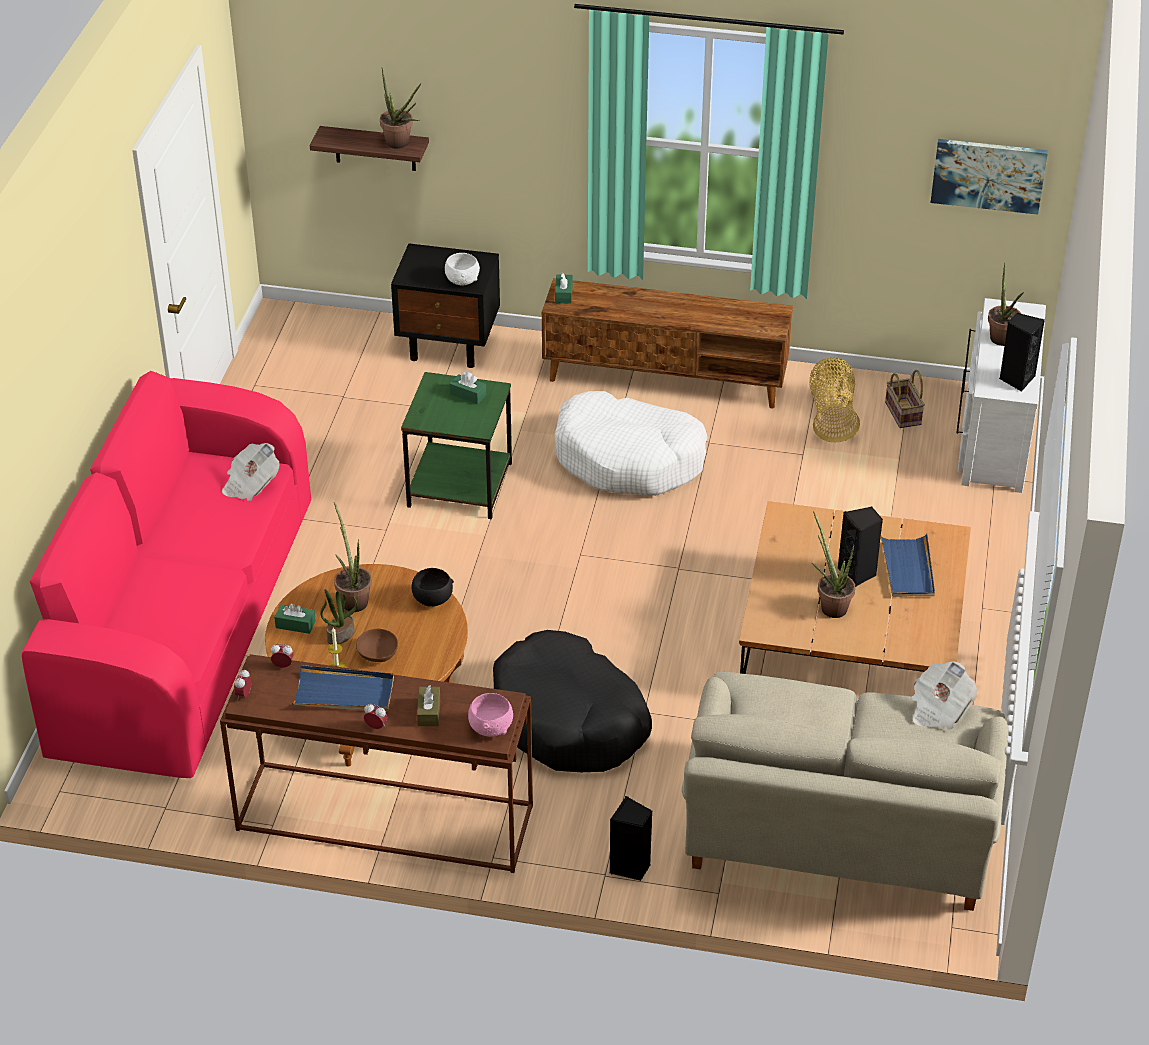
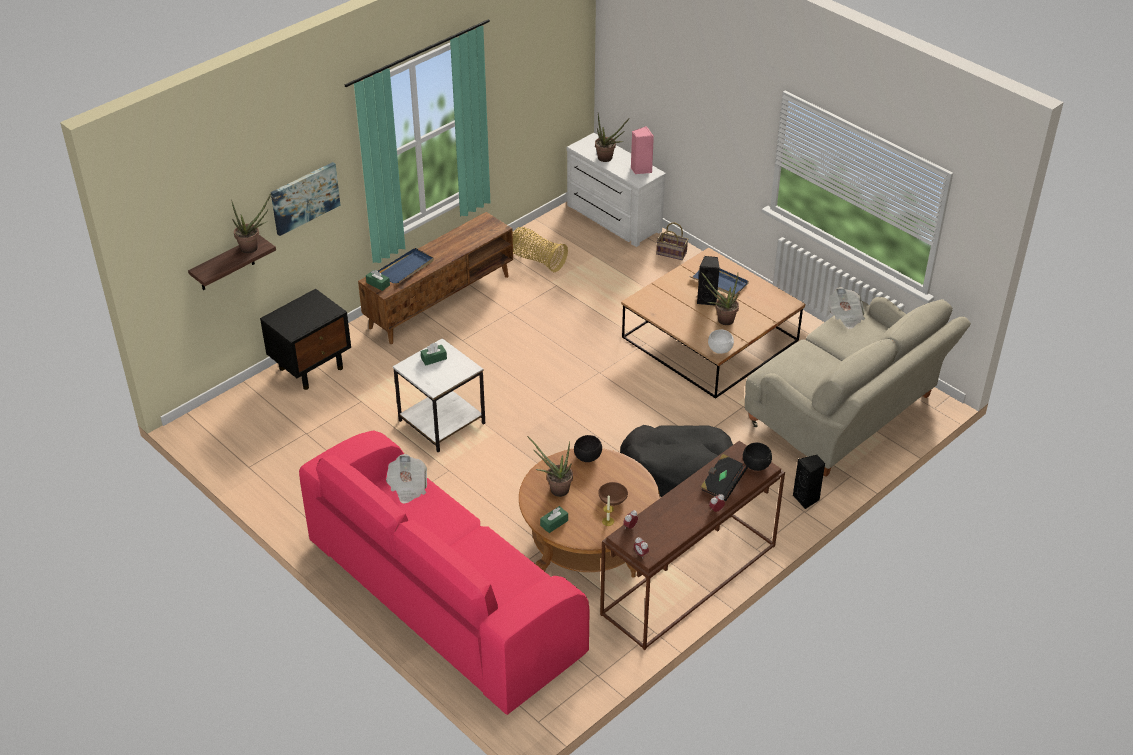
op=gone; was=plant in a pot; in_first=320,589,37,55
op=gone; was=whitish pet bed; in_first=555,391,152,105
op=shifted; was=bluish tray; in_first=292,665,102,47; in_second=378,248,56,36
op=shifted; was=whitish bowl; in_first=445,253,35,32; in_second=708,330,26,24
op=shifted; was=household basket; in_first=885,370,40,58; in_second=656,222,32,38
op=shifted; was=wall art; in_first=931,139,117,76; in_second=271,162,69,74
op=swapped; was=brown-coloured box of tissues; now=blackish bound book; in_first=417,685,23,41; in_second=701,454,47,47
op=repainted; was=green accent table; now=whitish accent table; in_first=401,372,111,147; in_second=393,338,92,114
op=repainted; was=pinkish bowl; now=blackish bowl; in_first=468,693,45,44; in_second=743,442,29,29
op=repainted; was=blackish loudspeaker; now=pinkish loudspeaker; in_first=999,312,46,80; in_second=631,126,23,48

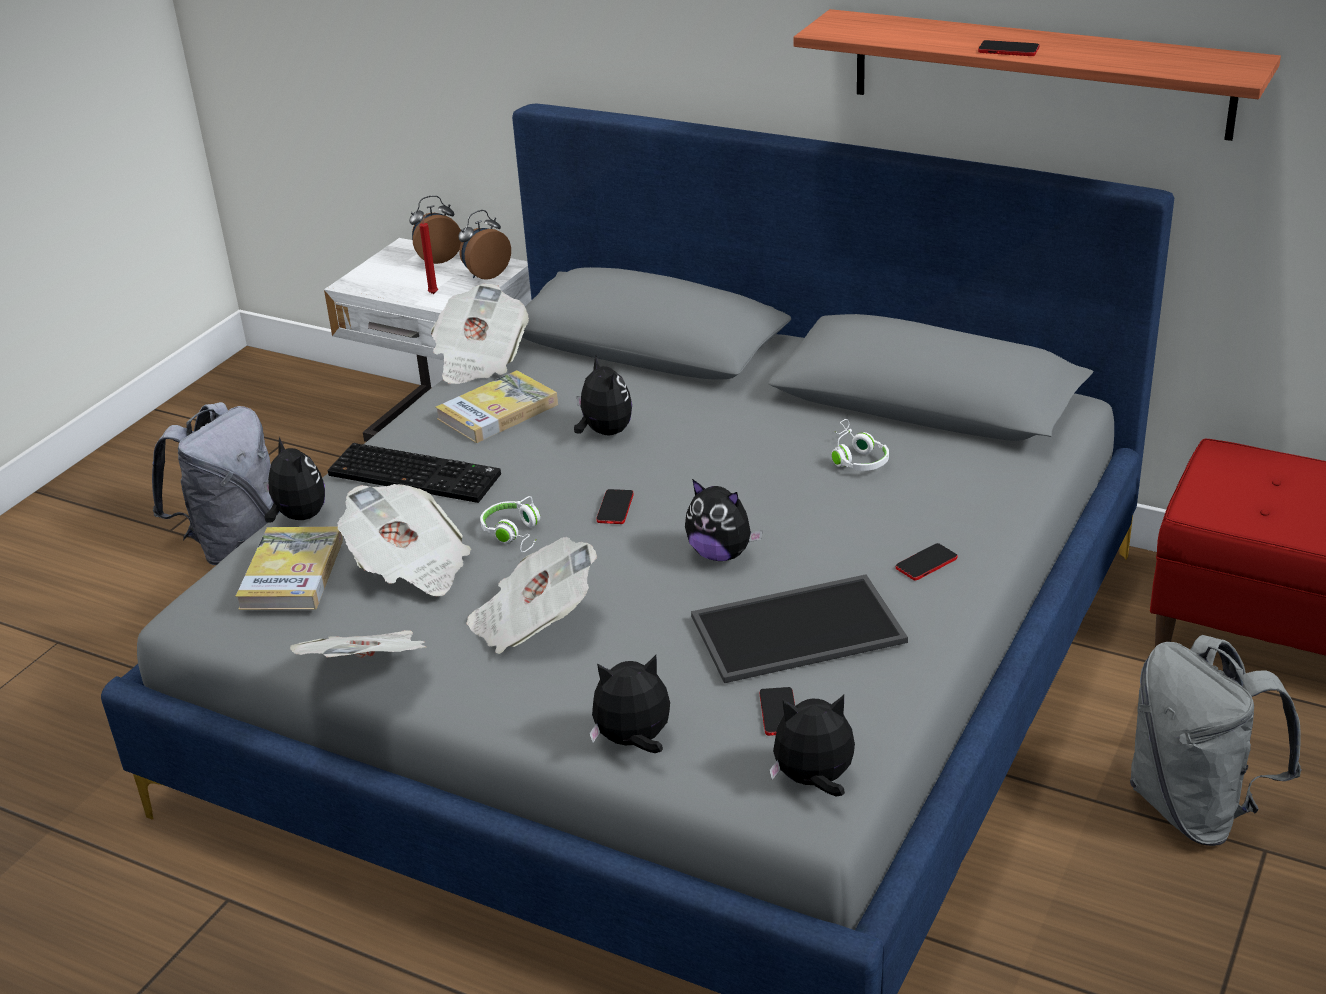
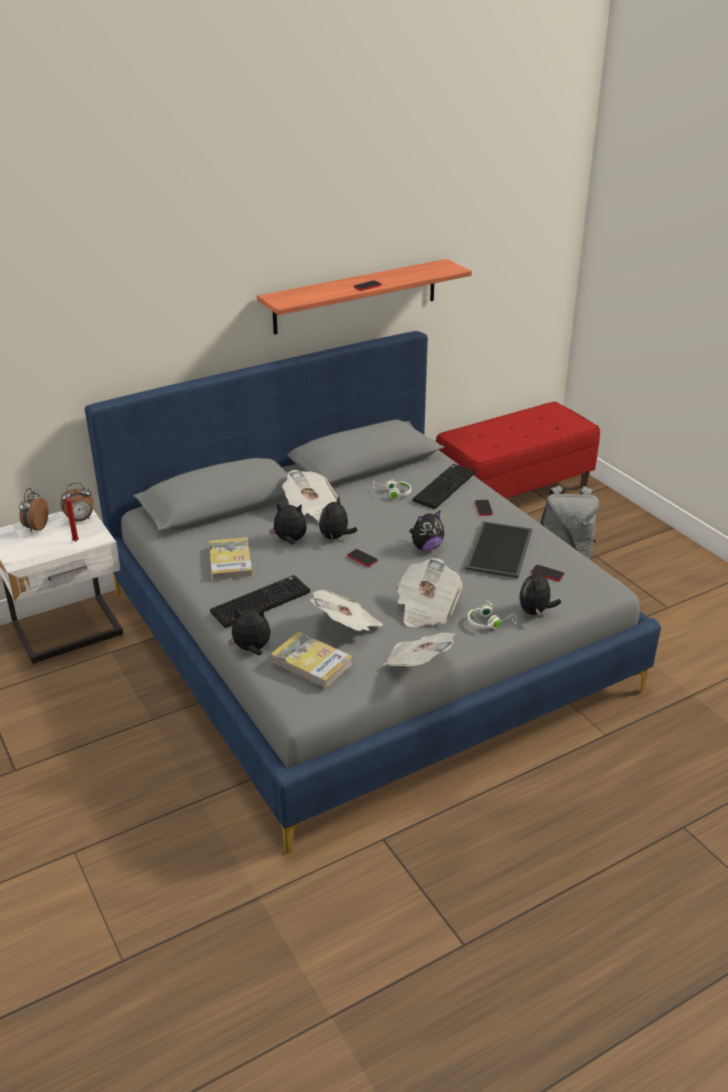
op=gone; was=gray backpack; in_first=152,402,128,163
op=new; now=PC keyboard; in_second=413,464,62,45
op=shifted; was=printed paper; in_first=431,284,98,100; in_second=282,470,56,52
op=shifted; was=whitish pair of headphones; in_first=480,496,60,56; in_second=468,600,49,29
op=shifted; was=plush toy; in_first=769,695,86,102; in_second=319,495,38,45
op=rotated; was=alarm clock; in_first=458,210,53,70; in_second=60,483,34,38; clockwise=-105

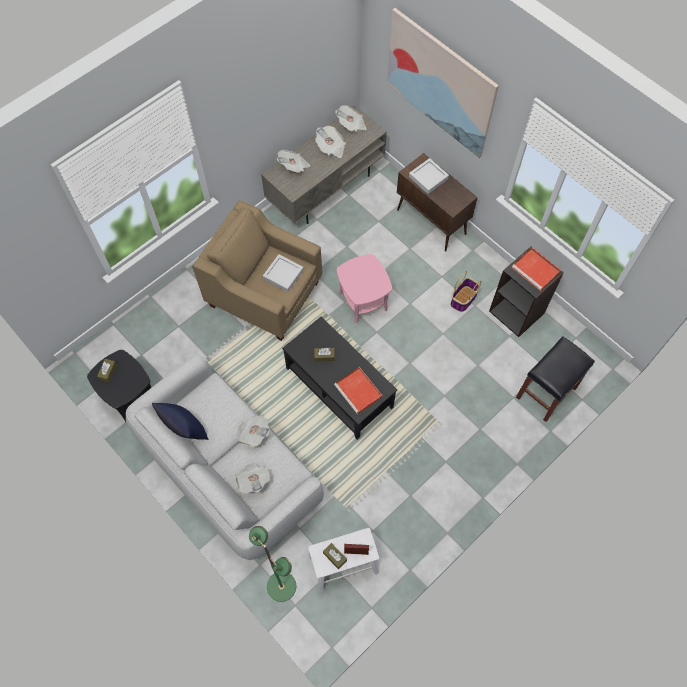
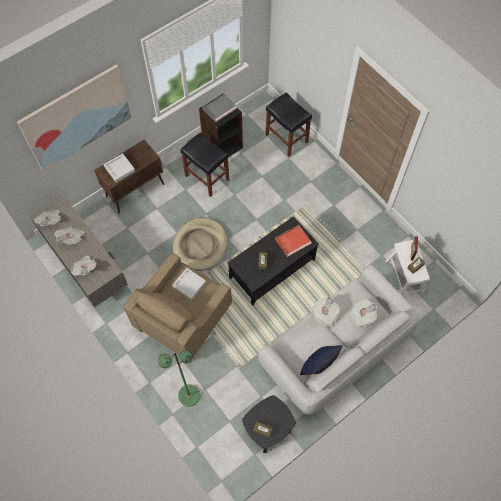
op=shifted; was=green floor lamp; in_first=249,526,47,76; in_second=158,350,42,57
op=swapped; was=pinkish accent table; now=sand-coloured pet bed; in_first=337,254,55,69; in_second=173,218,54,53
op=swapped; was=household basket; now=blackish stool; in_first=450,271,31,41; in_second=181,132,48,65
op=repainted; was=red-coloured tray; now=gray tray; in_first=512,247,49,44; in_second=202,93,35,30

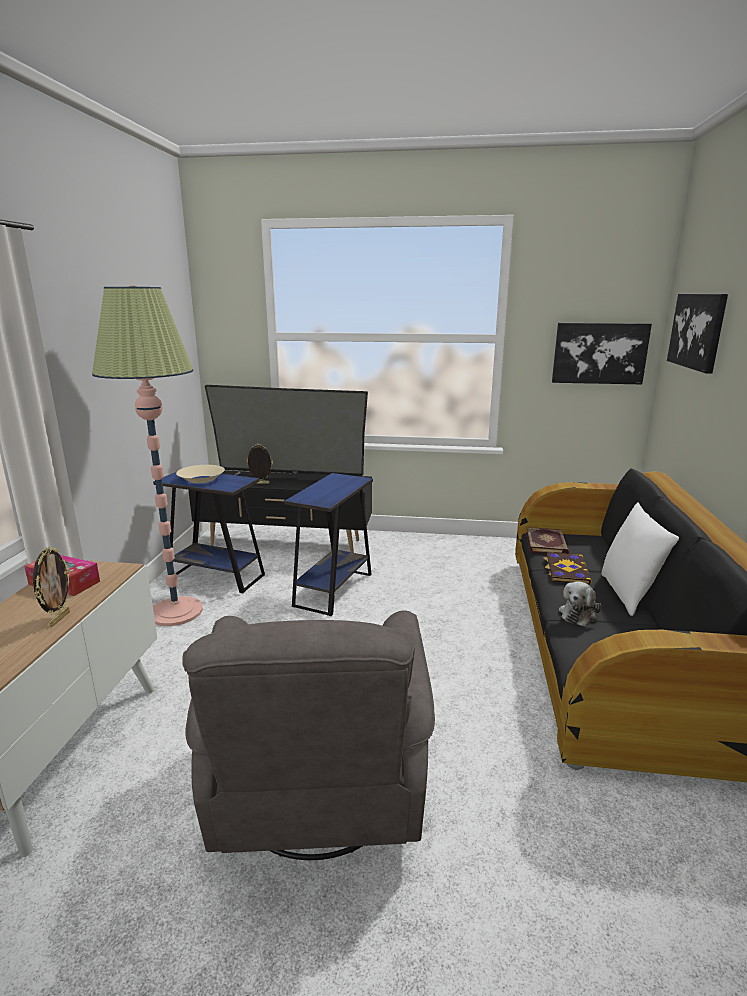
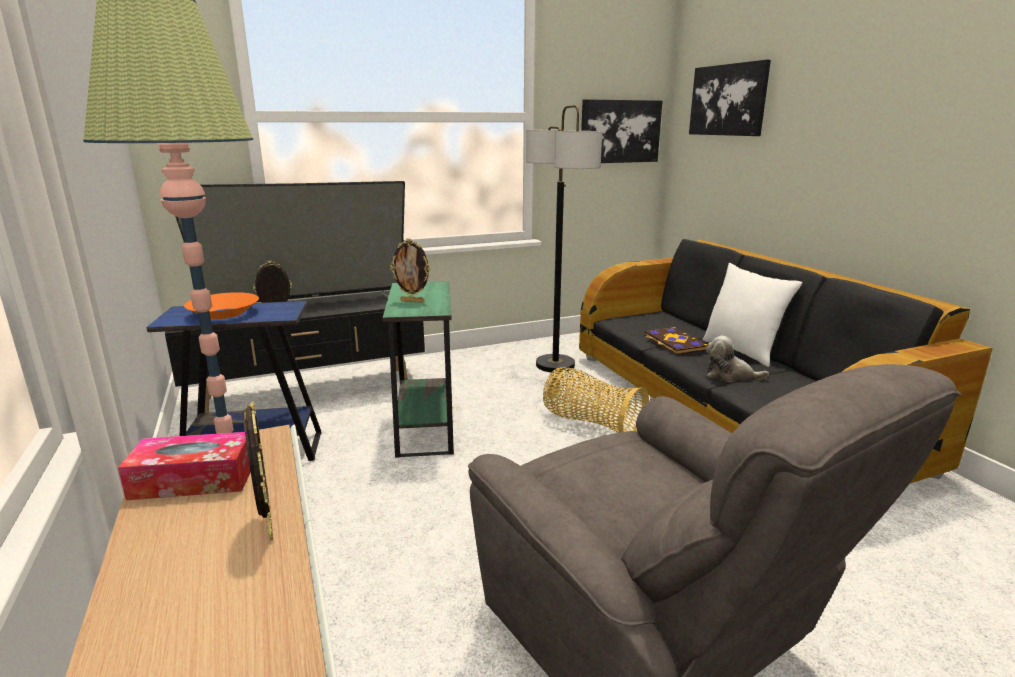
op=gone; was=bound book; in_first=526,527,43,27
op=new; now=standing frame; in_second=390,239,41,63
op=new; now=floor lamp; in_second=526,105,76,268
op=new; now=household basket; in_second=543,367,106,66
op=repainted; was=sand-coloured bowl; now=orange bowl; in_first=176,465,49,18; in_second=184,292,75,27
op=repainted; was=bluish accent table; now=green accent table; in_first=284,473,89,143; in_second=383,282,71,176
op=rotated; was=plush toy; in_first=559,581,42,46; in_second=706,335,63,47; clockwise=105

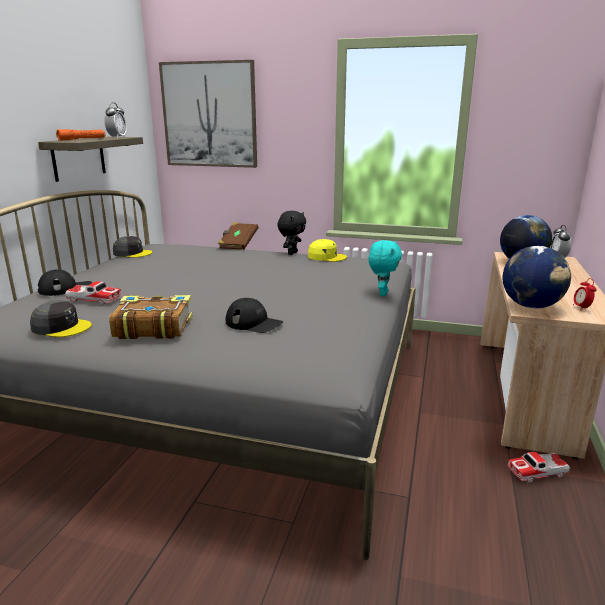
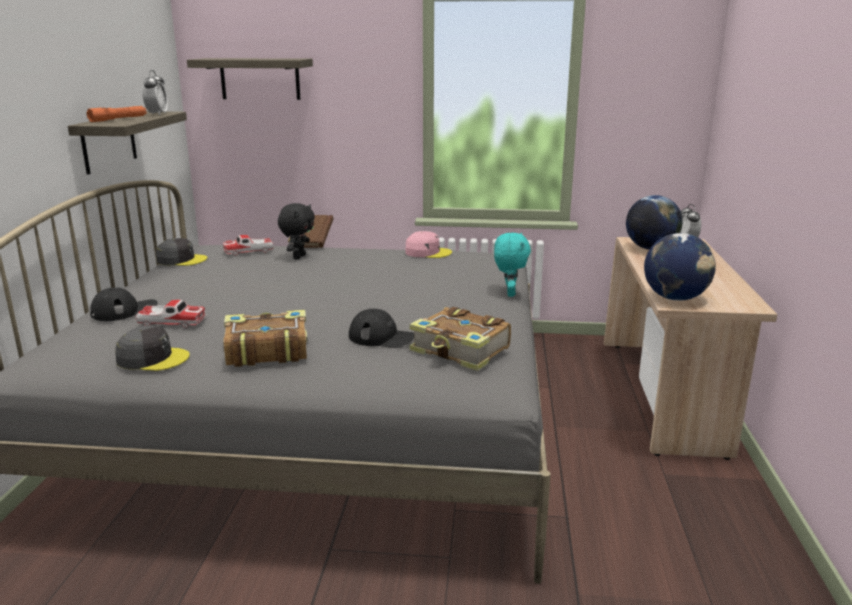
op=gone; was=alarm clock; in_first=573,278,23,33
op=new; now=bound book; in_second=409,307,102,64
op=shifted; was=blackish plush toy; in_first=277,211,29,44; in_second=278,203,37,56
op=shifted; was=model car; in_first=508,452,62,31; in_second=223,235,51,21
op=swapped; was=wall art; now=shelf; in_first=159,60,98,108; in_second=187,58,126,42
op=repainted; was=yellow-coloured baseball cap; now=pinkish baseball cap; in_first=308,239,39,23; in_second=405,231,47,27

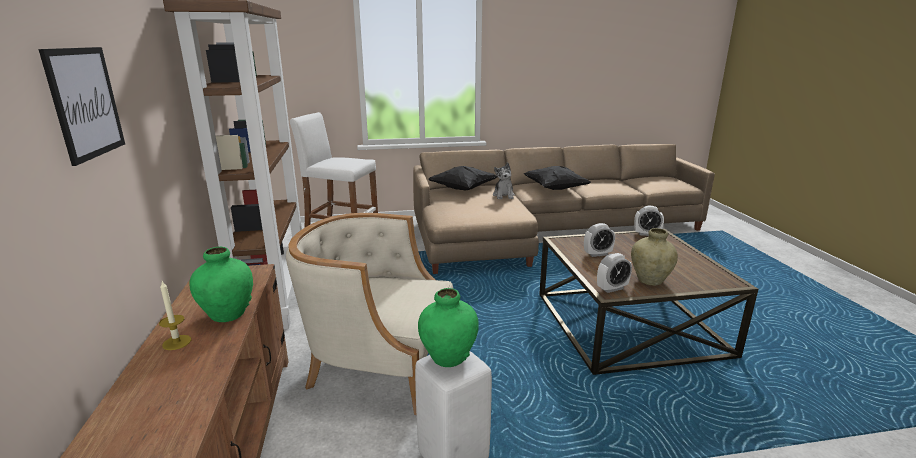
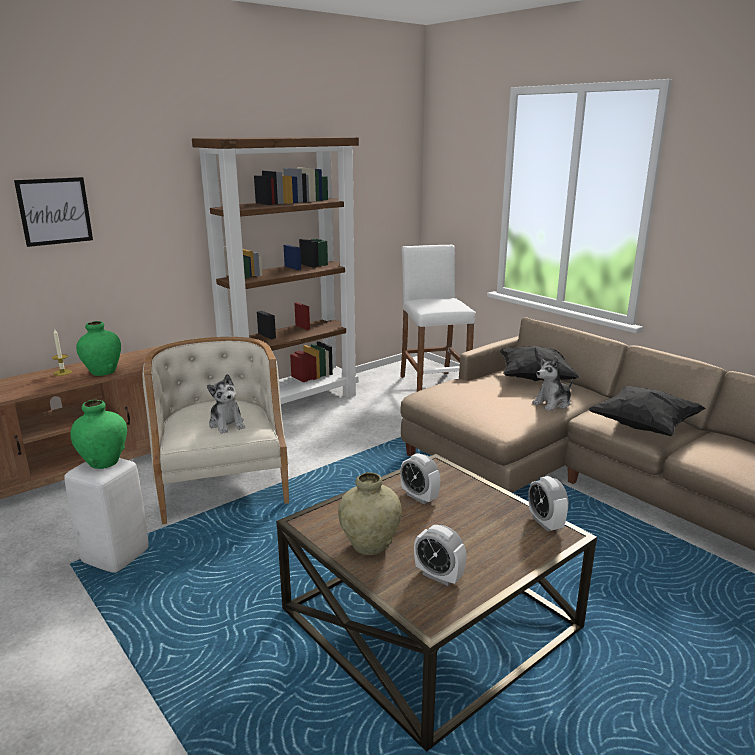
op=new; now=plush toy; in_second=207,374,38,60
op=shifted; was=alarm clock; in_first=597,253,35,40; in_second=414,525,52,61

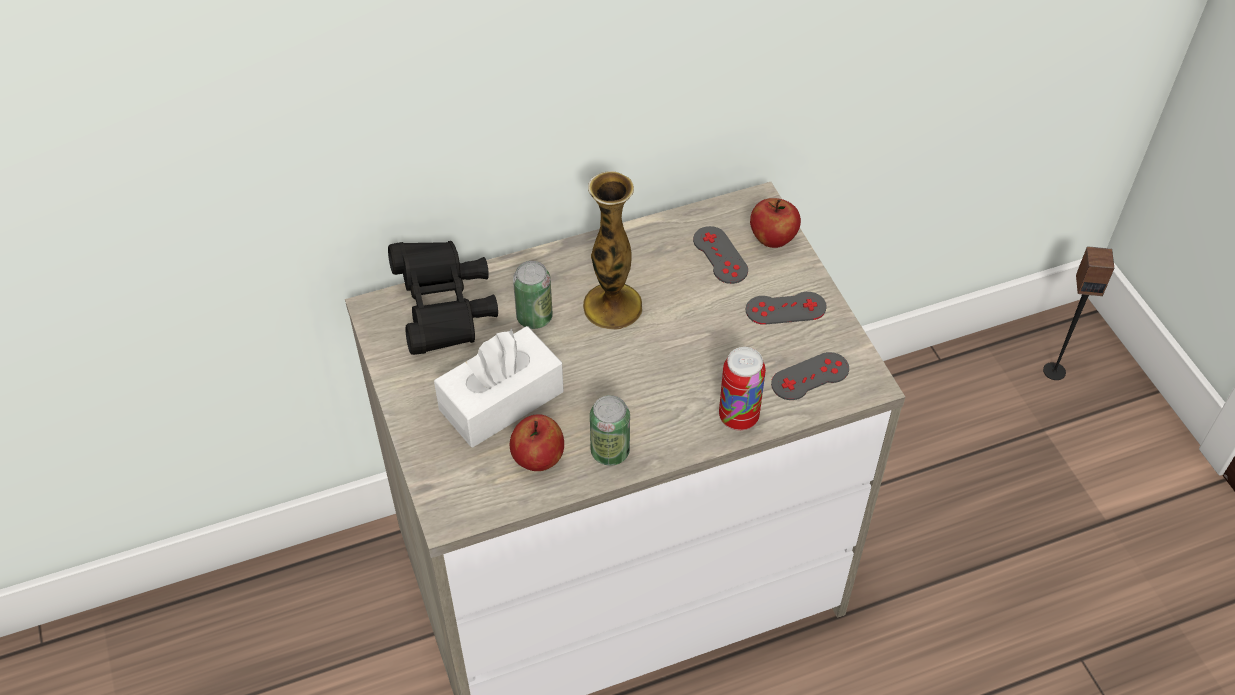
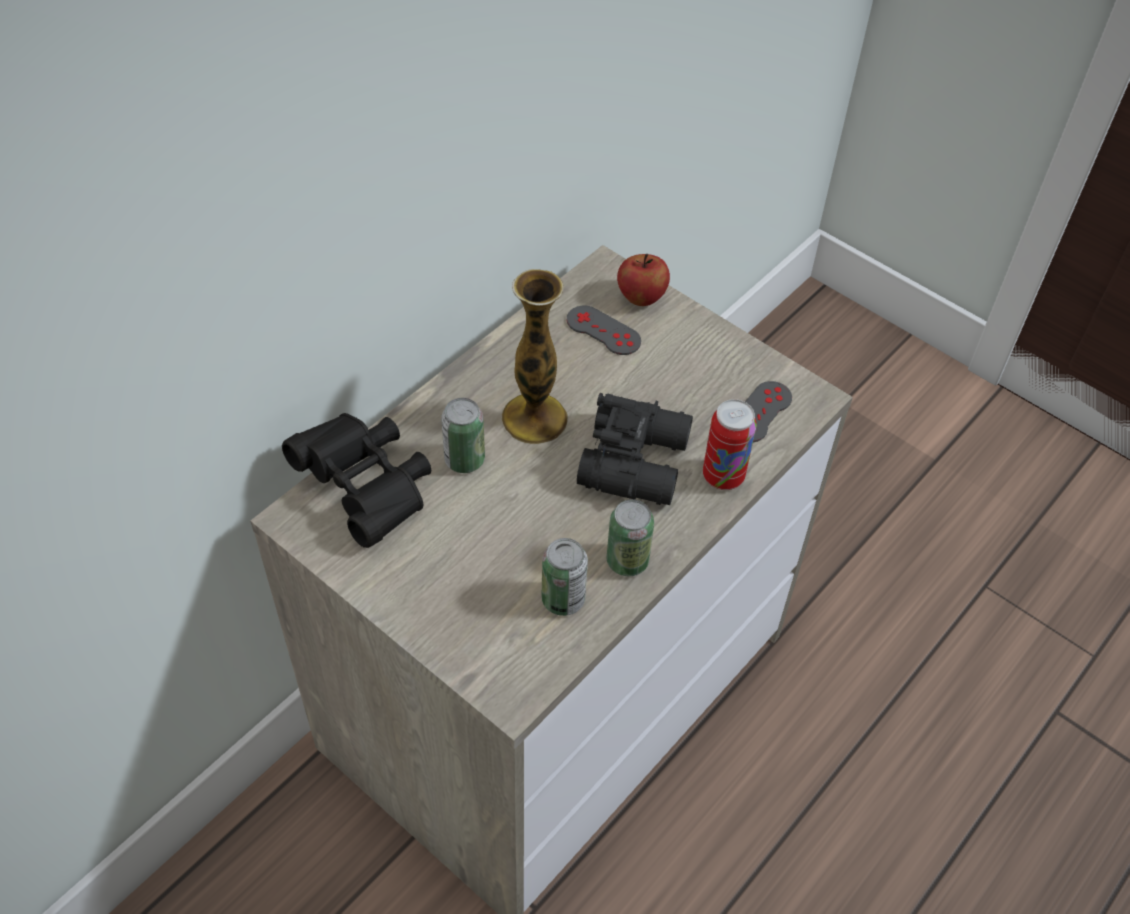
op=gone; was=whitish box of tissues; in_first=434,326,130,121
op=gone; was=gray joypad; in_first=746,292,81,33
op=gone; was=loudspeaker; in_first=1043,246,71,134
op=new; now=blackish pair of binoculars; in_second=577,393,116,112
op=swapped; was=whole apple; now=sealed can; in_first=510,414,54,57; in_second=541,538,47,78

